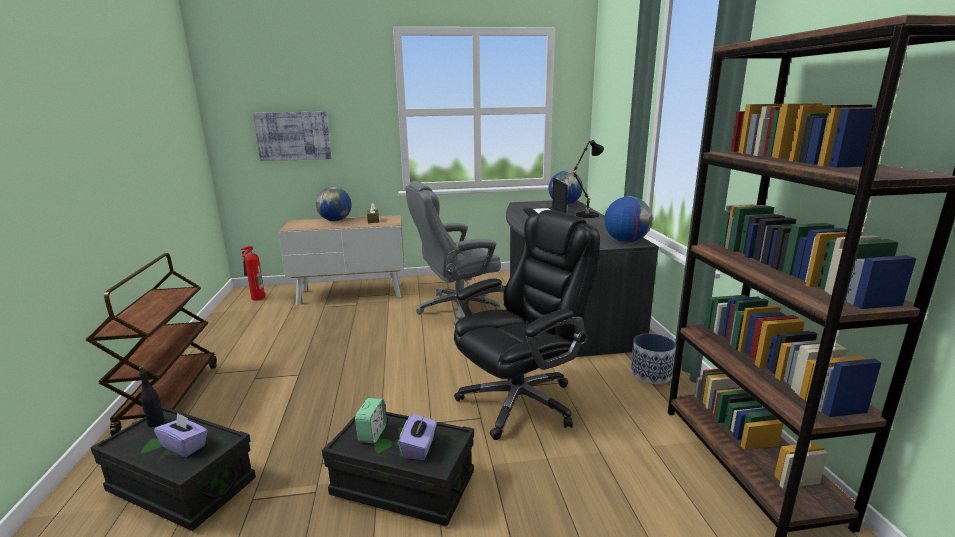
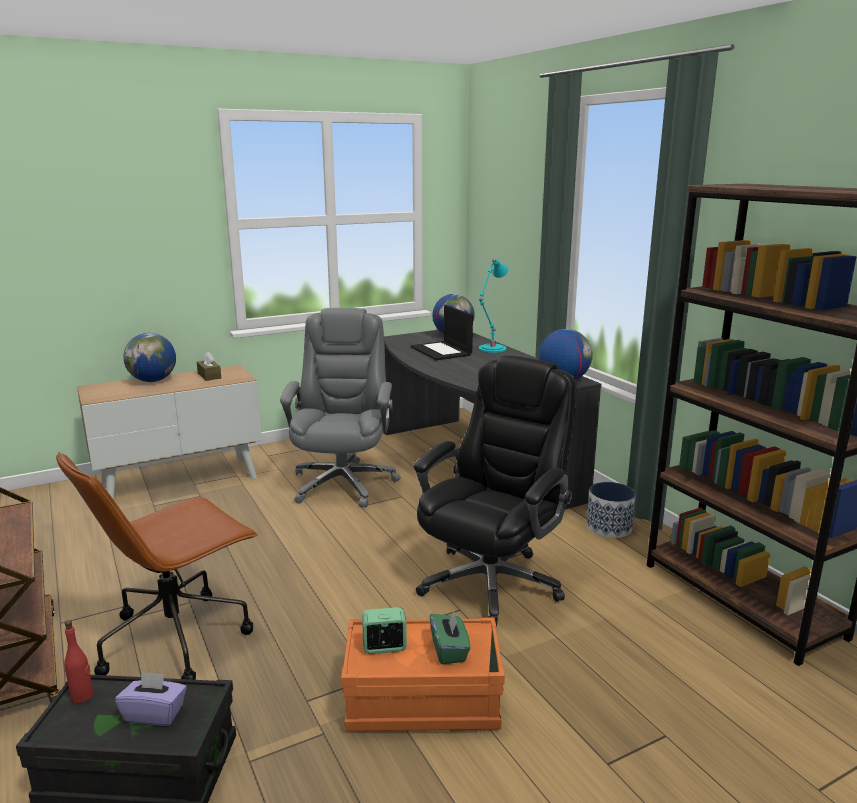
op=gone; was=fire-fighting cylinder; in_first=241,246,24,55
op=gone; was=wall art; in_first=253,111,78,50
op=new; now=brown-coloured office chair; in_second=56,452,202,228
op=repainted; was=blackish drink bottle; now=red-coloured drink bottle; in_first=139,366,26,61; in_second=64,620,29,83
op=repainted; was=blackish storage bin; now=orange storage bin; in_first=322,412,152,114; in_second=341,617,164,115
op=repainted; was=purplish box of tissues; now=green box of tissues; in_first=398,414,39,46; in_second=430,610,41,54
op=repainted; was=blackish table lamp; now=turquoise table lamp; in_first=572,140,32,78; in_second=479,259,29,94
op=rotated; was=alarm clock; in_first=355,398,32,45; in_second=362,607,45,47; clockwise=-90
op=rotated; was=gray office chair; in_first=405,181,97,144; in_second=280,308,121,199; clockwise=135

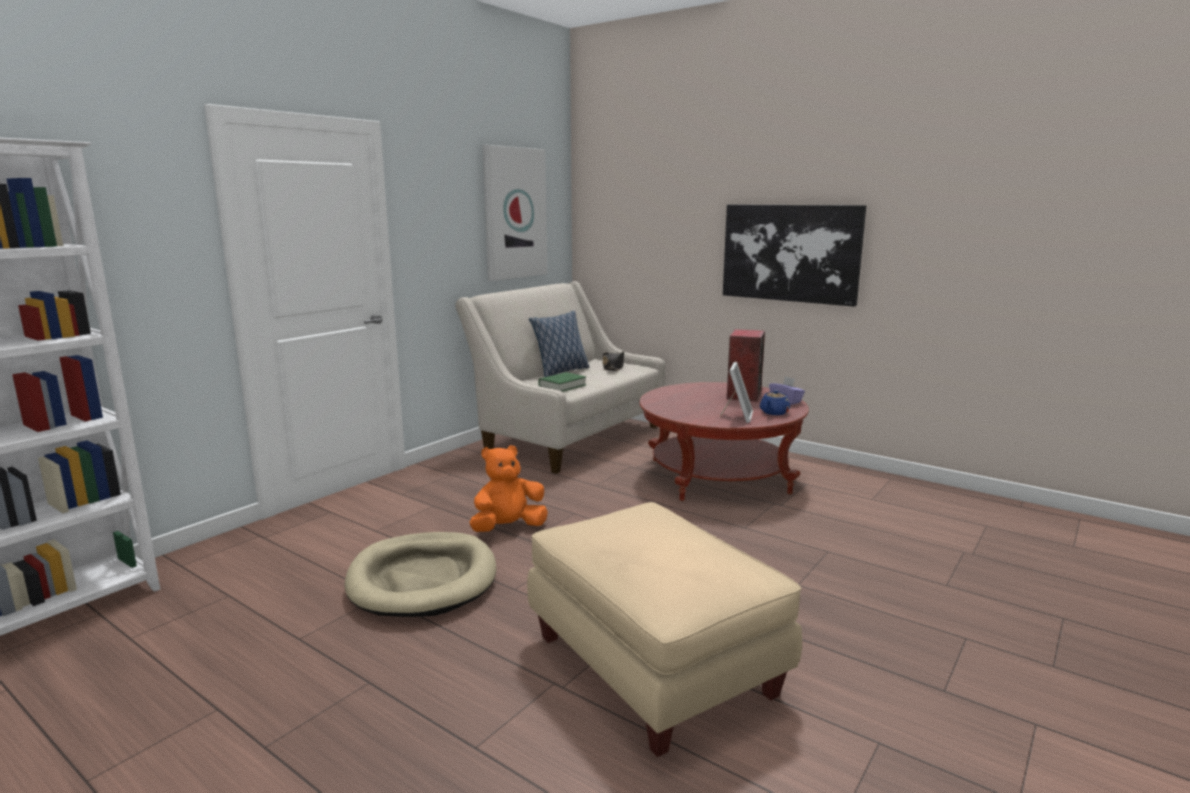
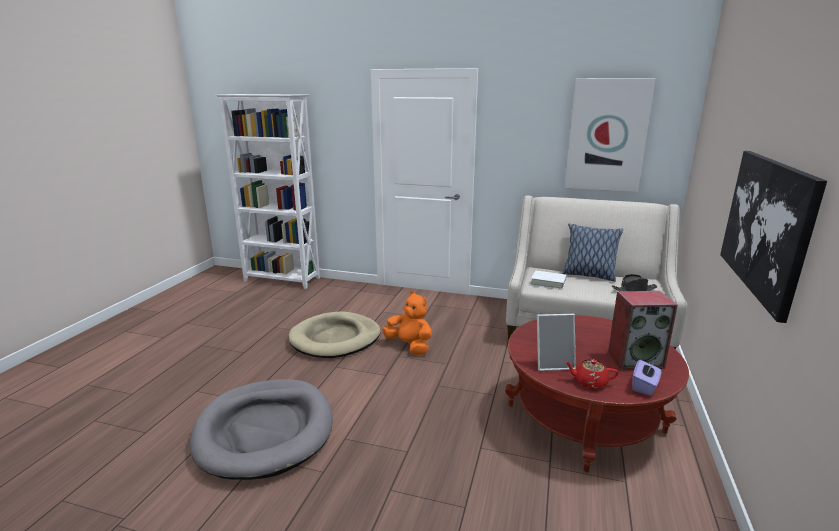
op=swapped; was=sand-coloured pouffe; now=gray pet bed; in_first=527,502,275,255; in_second=190,379,143,101
op=repainted; was=green bound book; now=whitish bound book; in_first=539,372,47,20; in_second=531,270,36,20
op=repainted; was=bluish tea pot; now=red-coloured tea pot; in_first=760,390,30,25; in_second=565,359,53,30

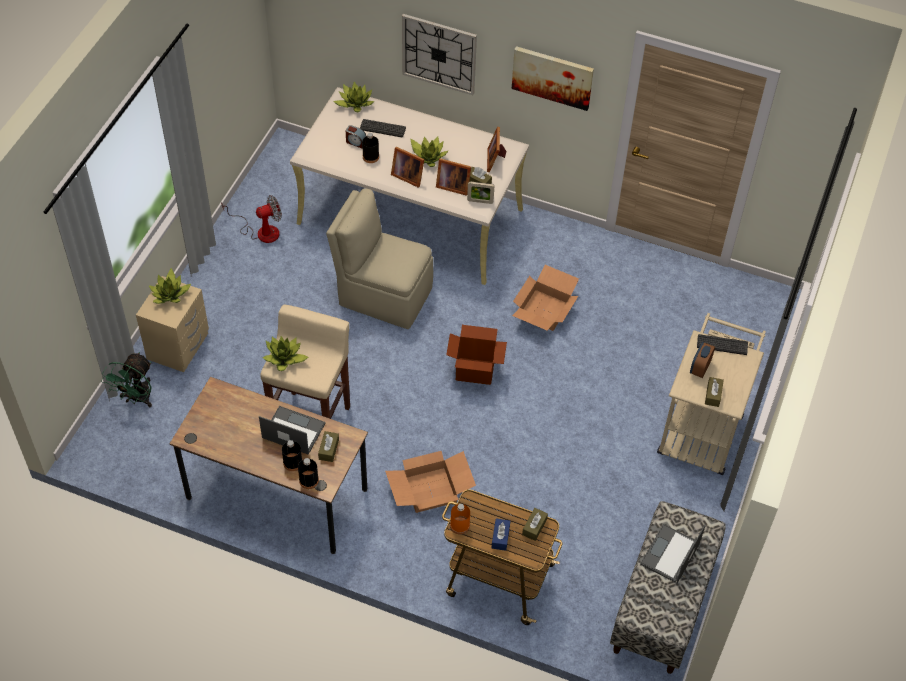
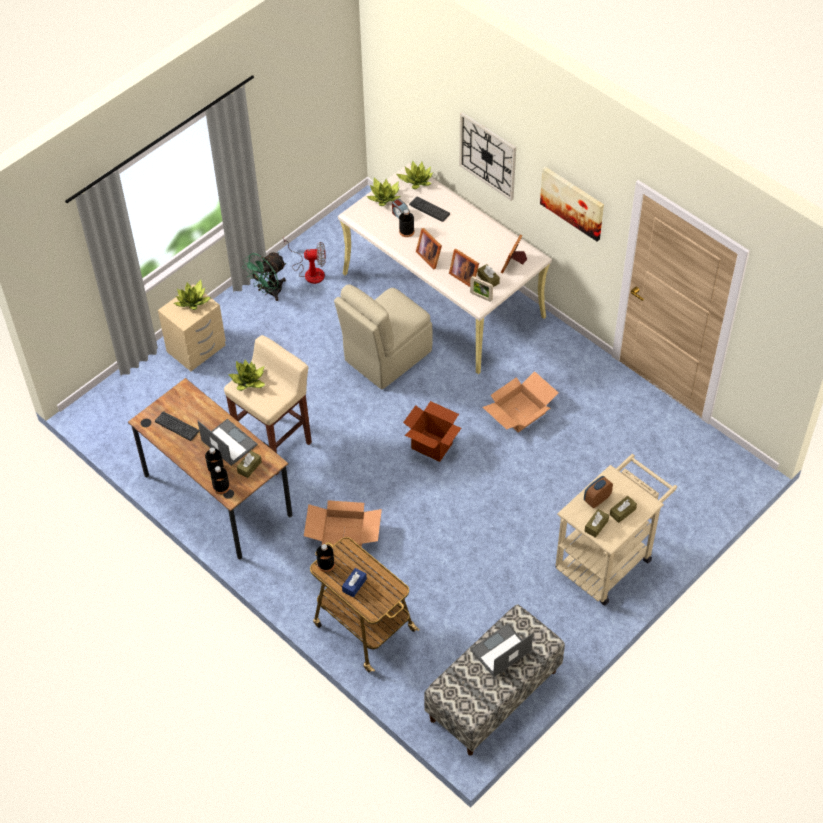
op=shifted; was=green cooling fan; in_first=101,352,51,55; in_second=244,252,42,49
op=shifted; was=plant in a pot; in_first=410,136,39,31; in_second=367,177,33,29
op=shifted; was=brown-coloured box of tissues; in_first=522,508,26,33; in_second=610,496,27,27
op=shifted; was=PC keyboard; in_first=697,334,51,21; in_second=155,411,44,30
op=repainted; was=orange drink bottle; now=blackish drink bottle; in_first=450,504,20,30; in_second=316,544,19,28
op=rotated; was=sand-coloured chair; in_first=326,188,107,141; in_second=334,284,99,106; clockwise=-90

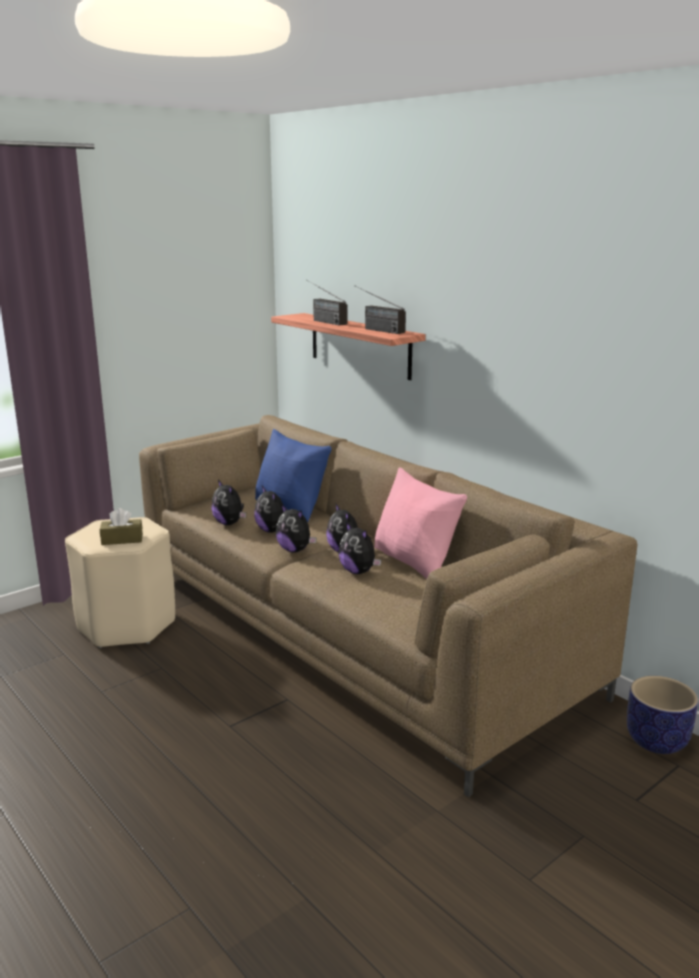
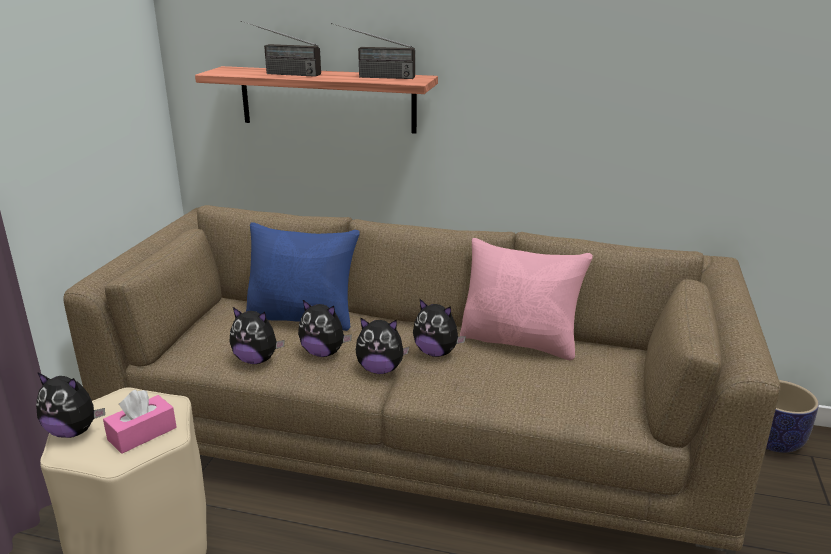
op=shifted; was=plush toy; in_first=338,522,43,52; in_second=36,372,69,66
op=repainted; was=brown-coloured box of tissues; now=pinkish box of tissues; in_first=100,508,43,37; in_second=103,390,74,64

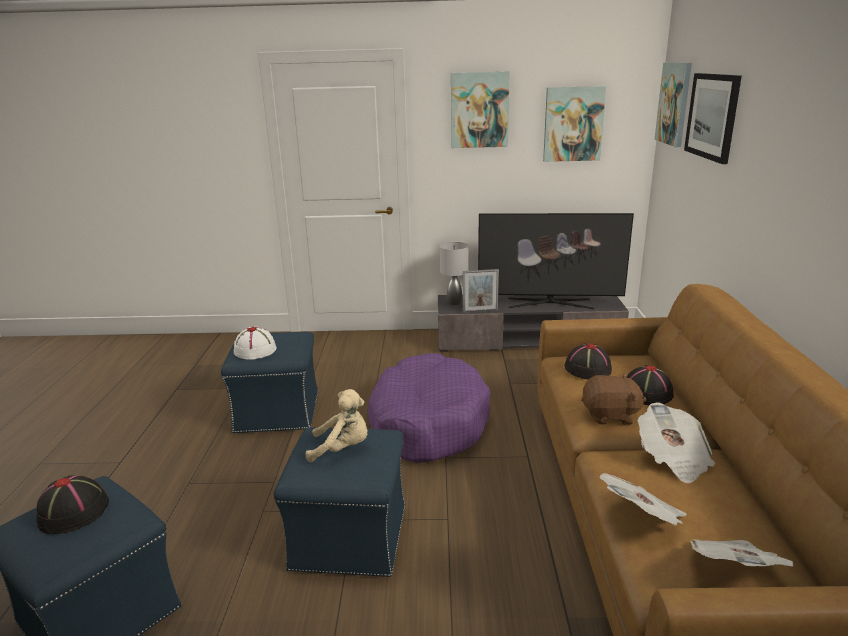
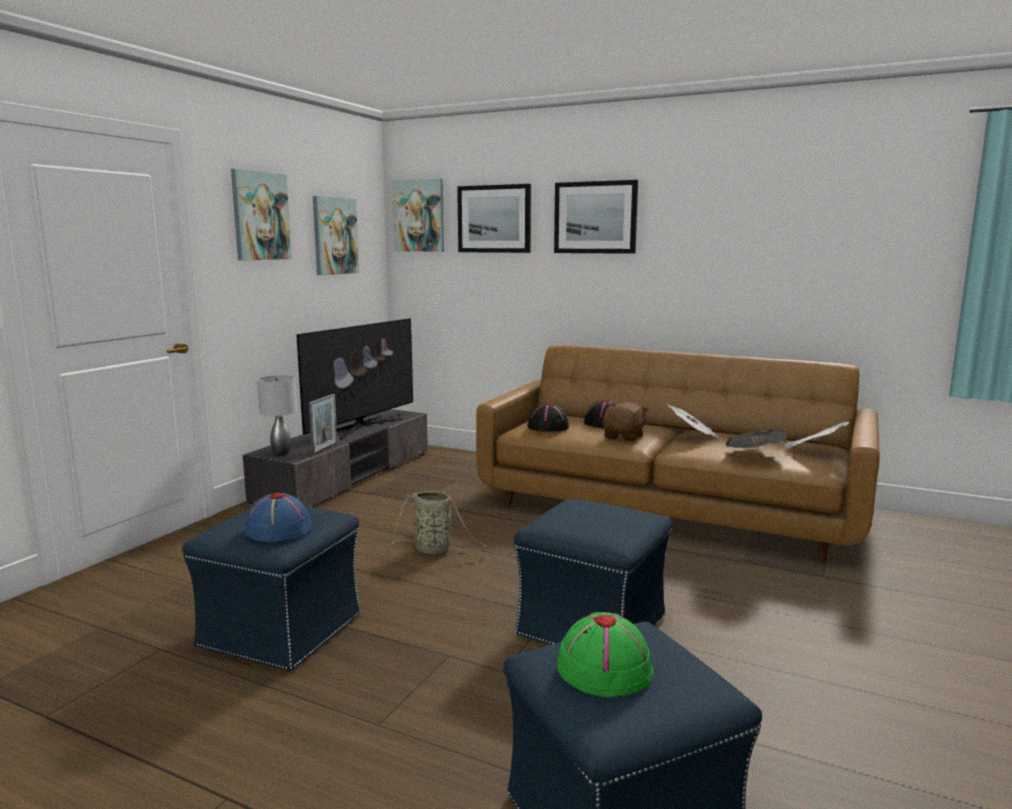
op=gone; was=sand-coloured plush toy; in_first=305,389,62,73
op=new; now=wall art; in_second=554,180,84,74
op=swapped; was=purplish pet bed; now=household basket; in_first=368,353,123,110; in_second=392,491,95,63
op=repainted; was=blackish hat; now=green hat; in_first=36,475,73,59; in_second=557,612,96,85
op=repainted; was=whitish hat; now=bluish hat; in_first=234,327,42,33; in_second=244,493,67,49

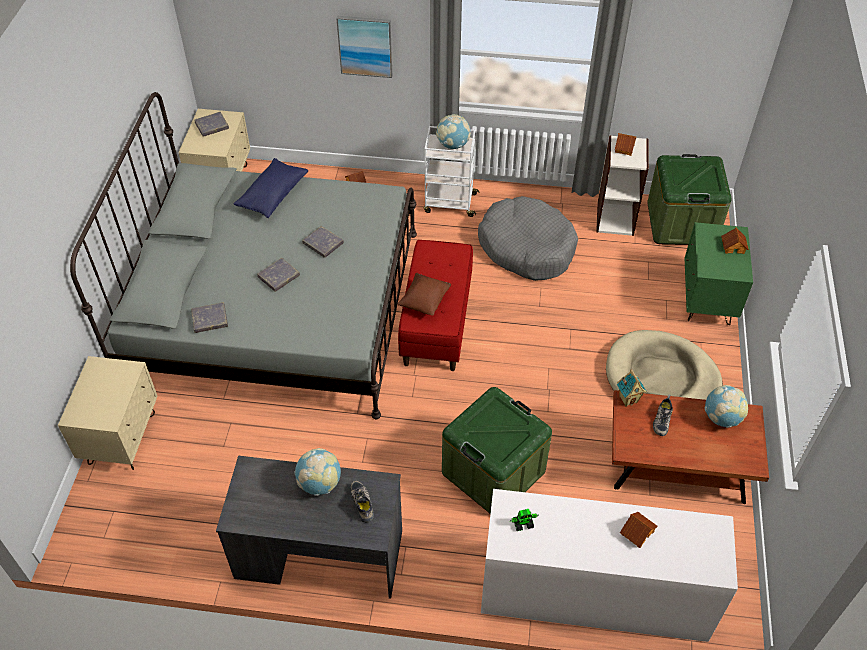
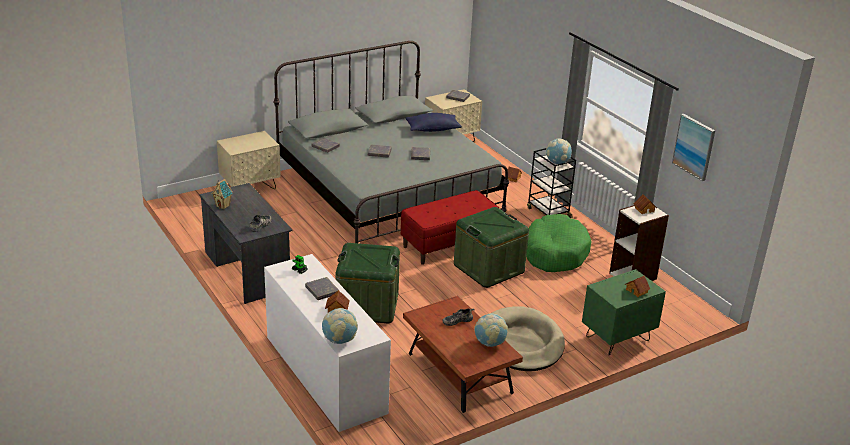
op=gone; was=brown-coloured pillow; in_first=397,273,54,43
op=new; now=gray bound book; in_second=305,277,34,23
op=shifted; was=globe; in_first=294,448,47,48; in_second=322,308,36,36
op=shifted; was=wall art; in_first=336,16,56,62; in_second=672,114,43,67
op=shifted; was=model house; in_first=617,369,29,38; in_second=211,179,22,30
op=shifted; was=green storage bin; in_first=647,154,85,91; in_second=454,207,75,81
op=repainted; was=whitish wheeled cart; now=blackish wheeled cart; in_first=424,126,55,91; in_second=527,148,49,70
op=repainted; was=gray pet bed; now=green pet bed; in_first=478,196,100,85; in_second=526,214,65,58

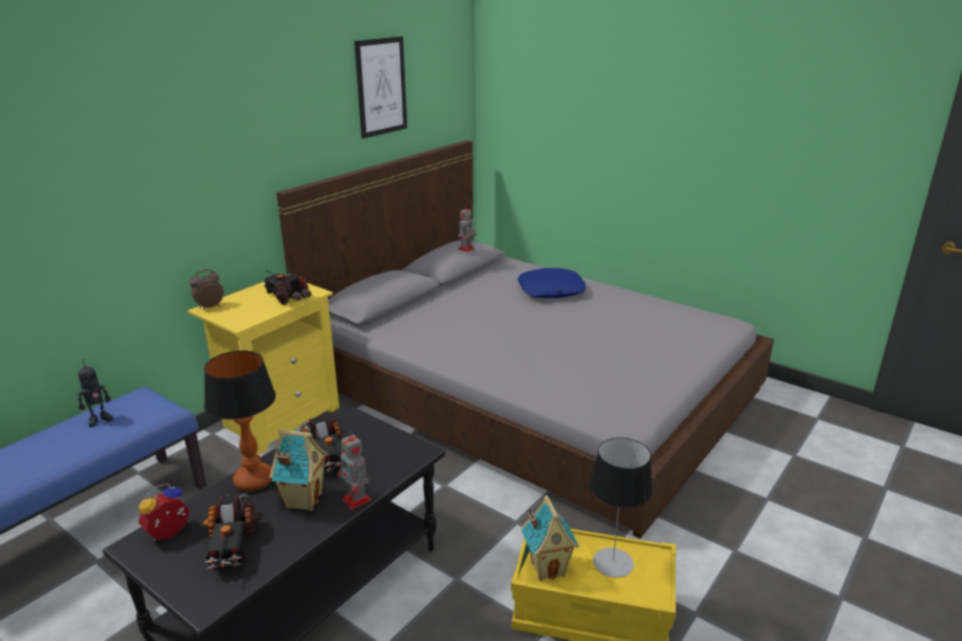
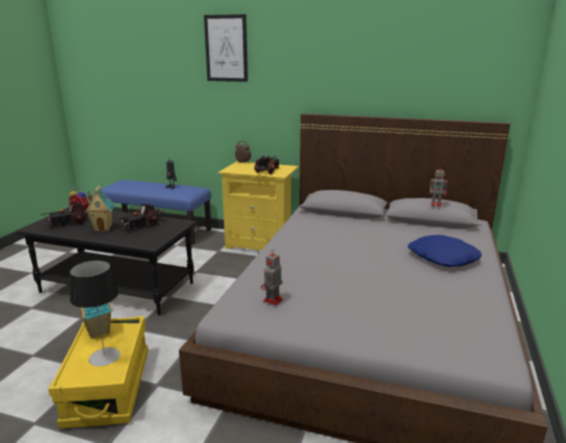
op=gone; was=table lamp; in_first=204,350,72,141
op=shifted; was=robot figure; in_first=337,431,34,79; in_second=261,249,22,56
op=shifted; was=wall art; in_first=354,36,53,103; in_second=204,14,44,68

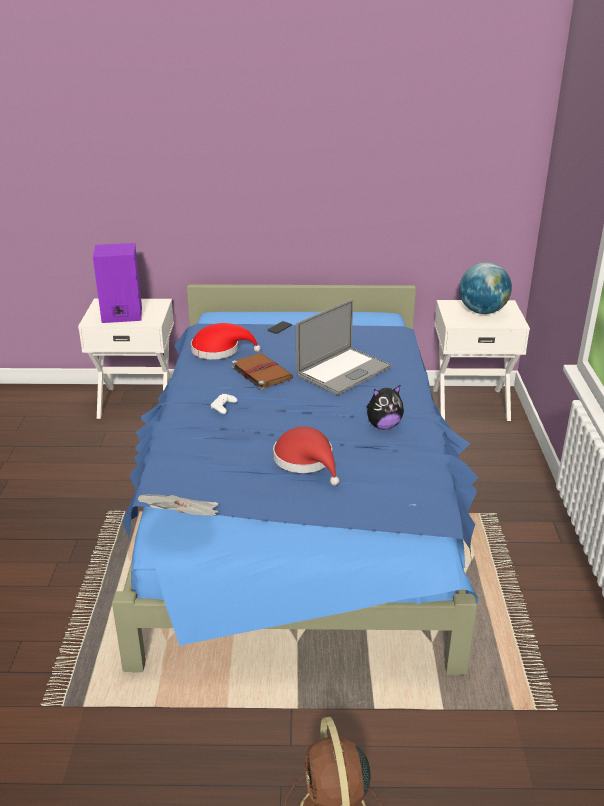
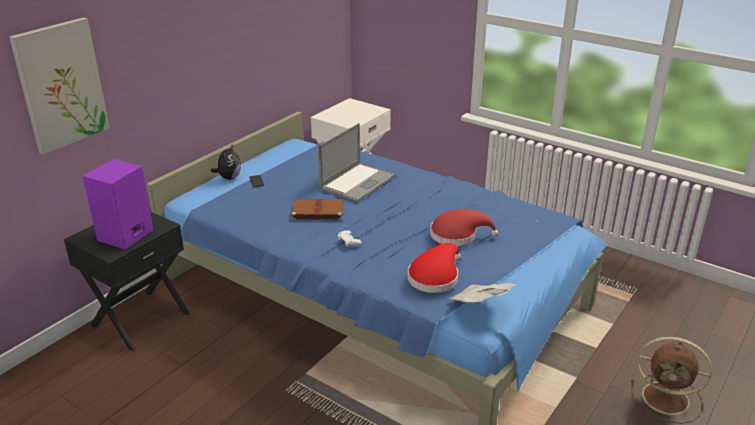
op=gone; was=globe; in_first=459,262,53,52
op=new; now=wall art; in_second=9,17,101,137
op=shifted; was=red-coloured hat; in_first=191,323,70,37; in_second=408,243,53,50
op=shifted; was=plush toy; in_first=367,385,37,44; in_second=211,144,30,36
op=repainted; was=whitish bedside table; now=blackish bedside table; in_first=78,298,96,121; in_second=64,211,126,141
op=rotated; was=laptop; in_first=296,299,96,96; in_second=318,123,78,79; clockwise=45

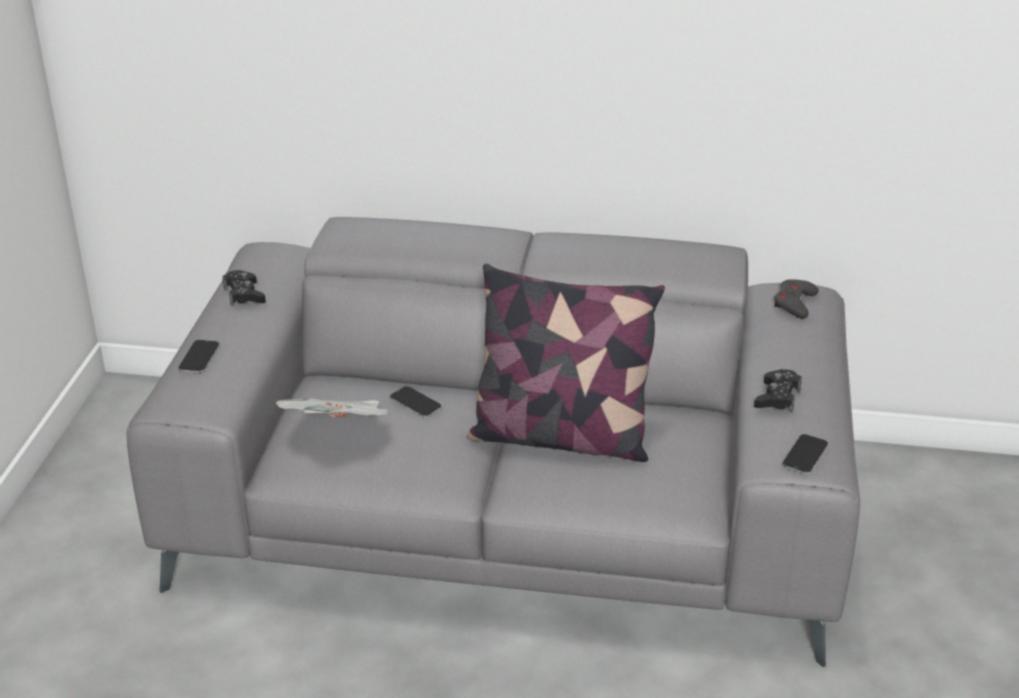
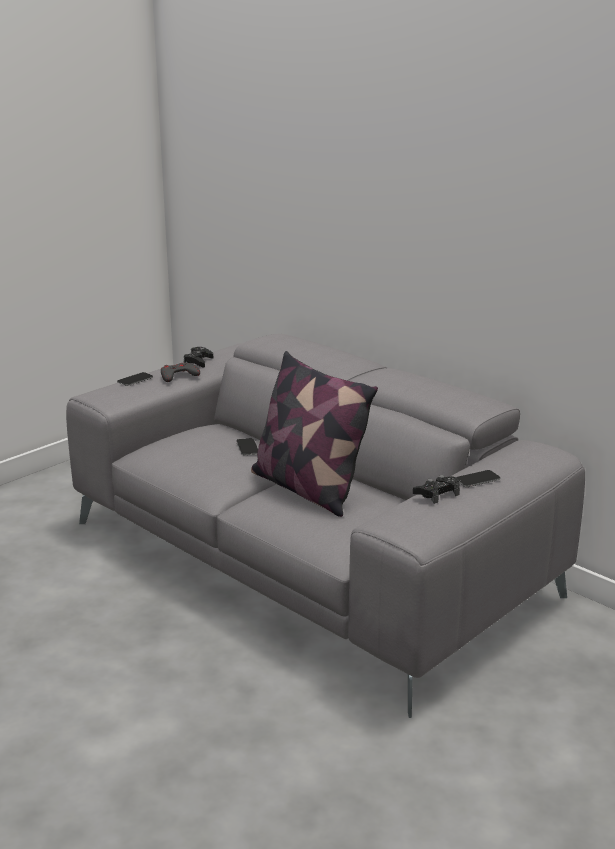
op=gone; was=printed paper; in_first=276,398,114,20
op=shifted; was=gray joypad; in_first=774,279,45,40; in_second=161,362,39,20
op=shifted; was=phone; in_first=782,434,46,40; in_second=456,470,44,17

